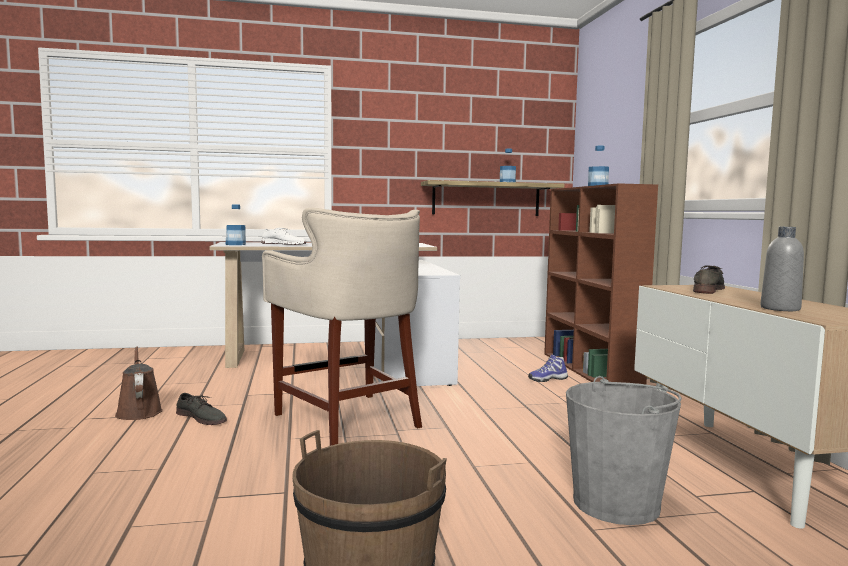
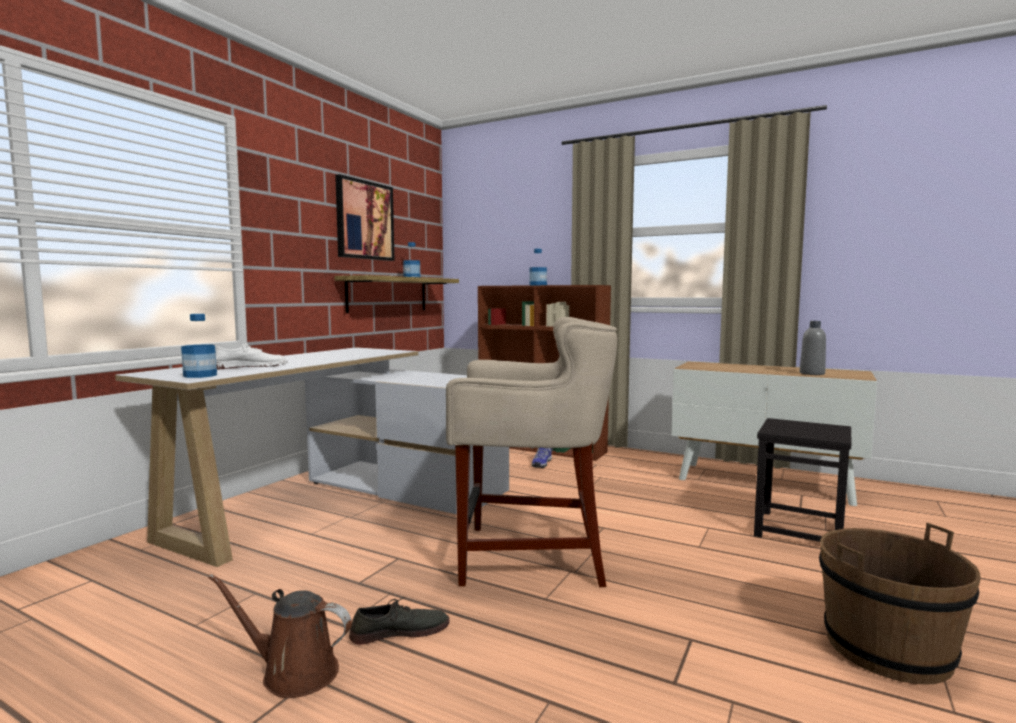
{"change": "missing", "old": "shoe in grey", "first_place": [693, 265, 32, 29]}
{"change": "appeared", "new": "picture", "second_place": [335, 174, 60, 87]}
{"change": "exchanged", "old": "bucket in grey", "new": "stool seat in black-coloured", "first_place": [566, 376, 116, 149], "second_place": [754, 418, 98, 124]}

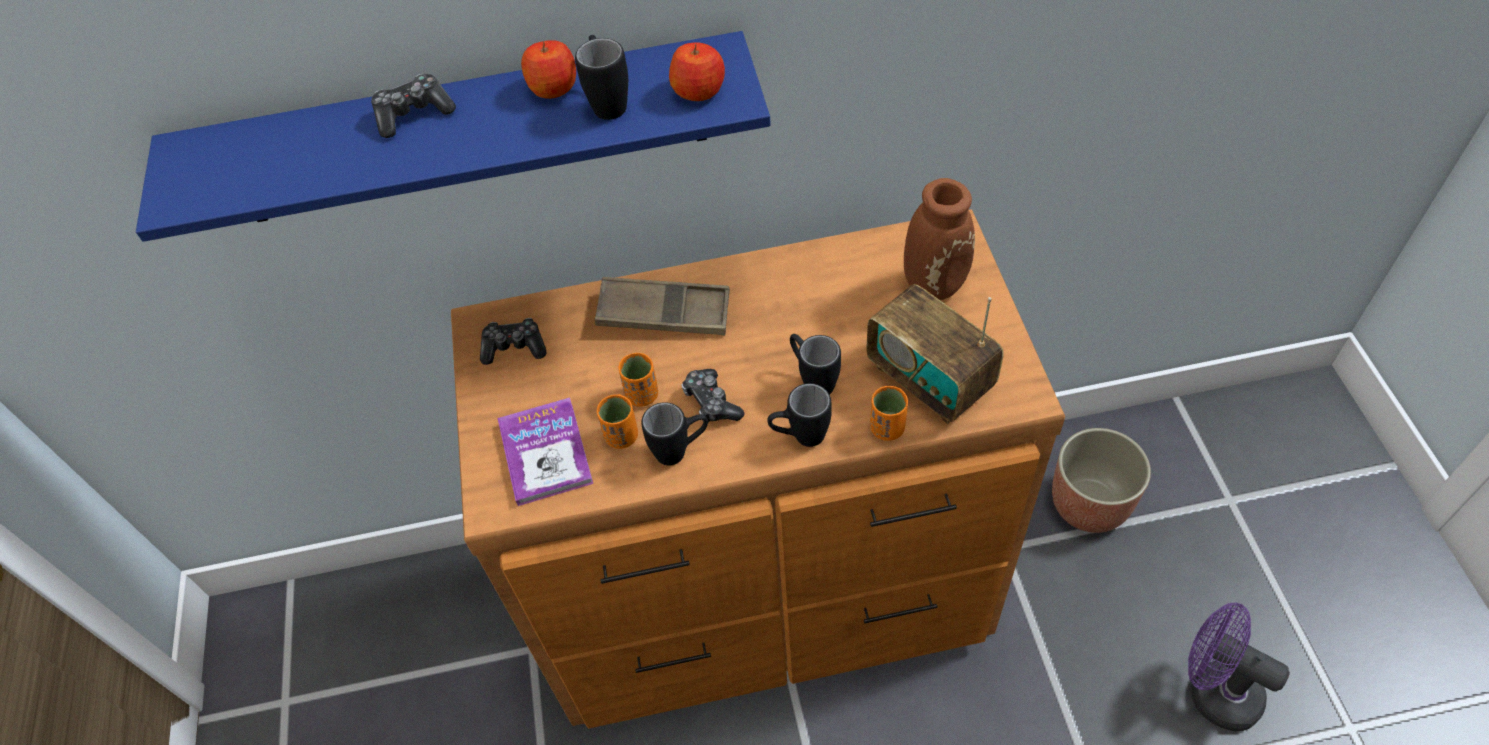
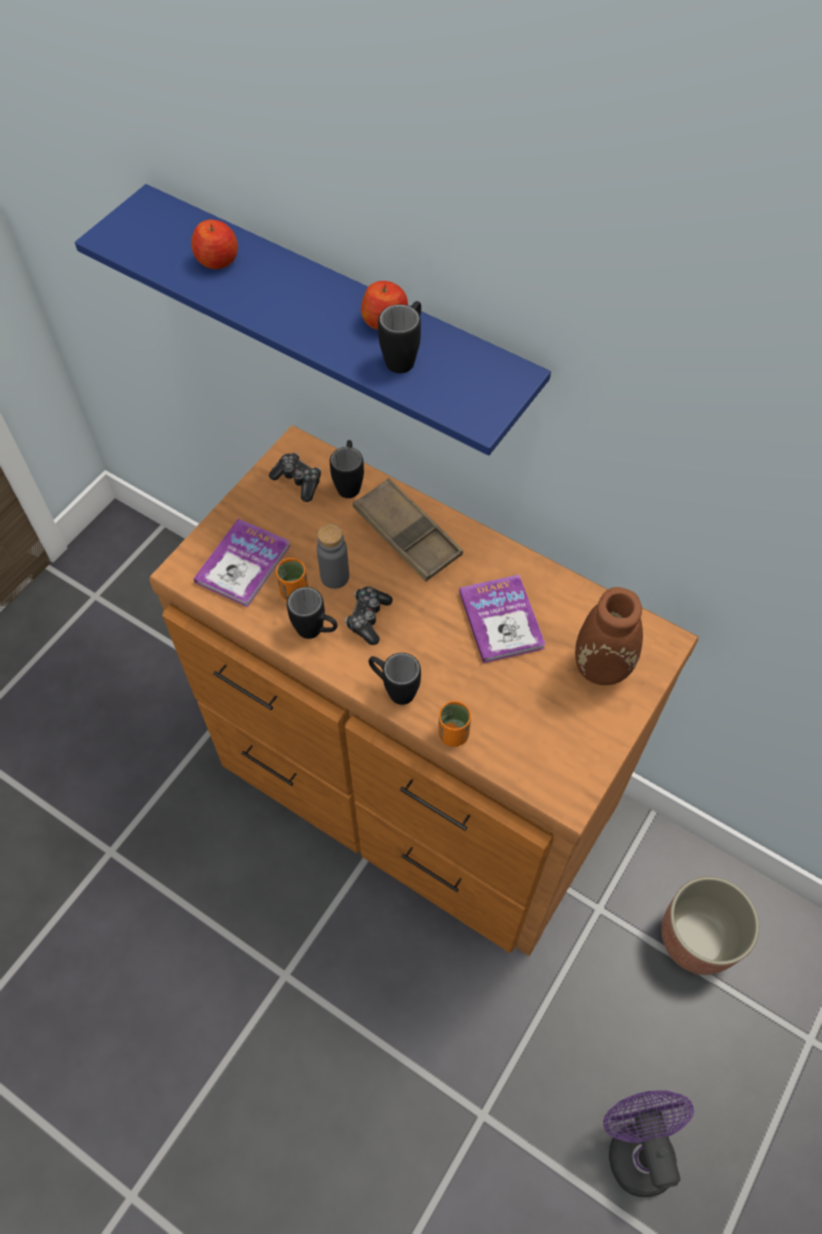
{"change": "missing", "old": "joypad", "first_place": [371, 74, 85, 64]}
{"change": "missing", "old": "radio set", "first_place": [866, 284, 138, 140]}
{"change": "appeared", "new": "bound book", "second_place": [459, 575, 87, 88]}
{"change": "relocated", "old": "whole apple", "first_place": [669, 42, 56, 59], "second_place": [191, 219, 47, 50]}
{"change": "relocated", "old": "mug in black-coloured", "first_place": [790, 334, 51, 61], "second_place": [330, 440, 34, 58]}
{"change": "exchanged", "old": "drinking cup in orange-coloured", "new": "bottle in grey", "first_place": [619, 353, 39, 54], "second_place": [317, 524, 32, 65]}

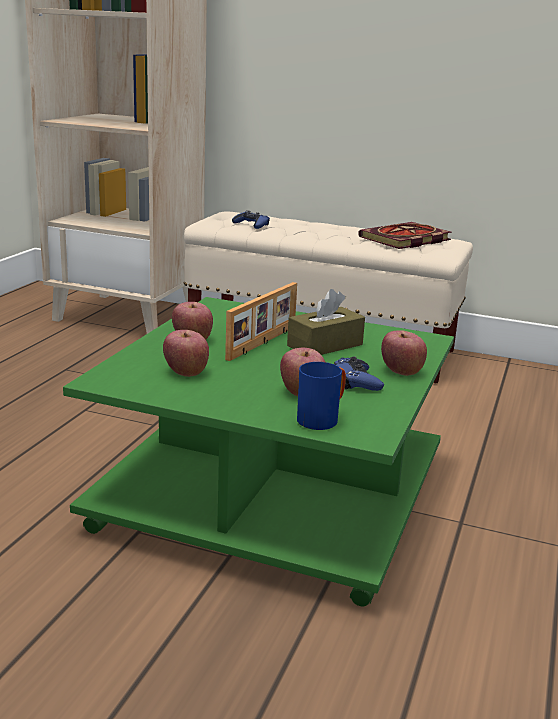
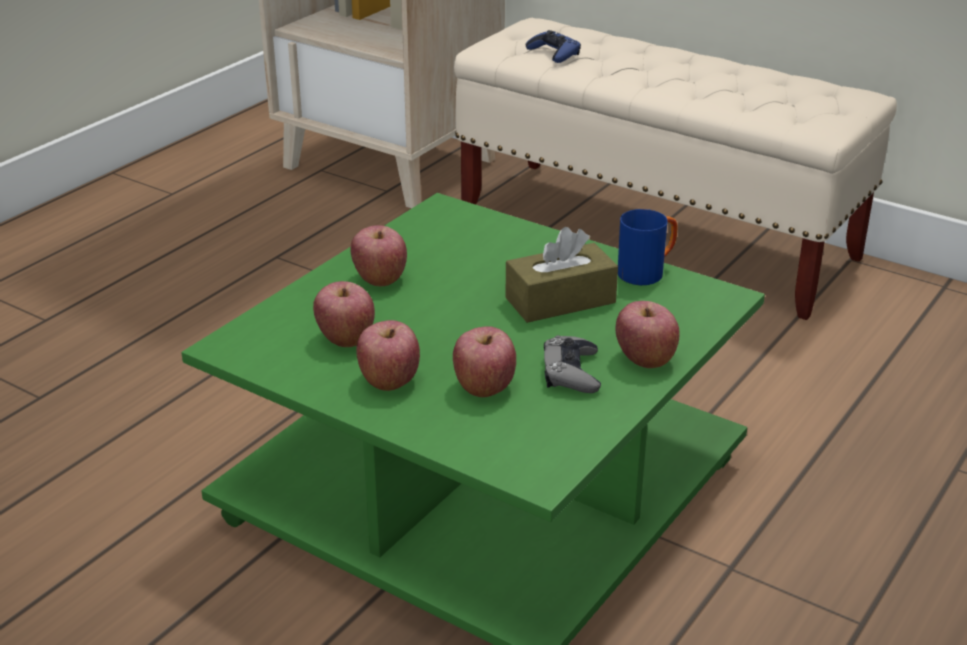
{"change": "missing", "old": "photo frame", "first_place": [225, 282, 72, 79]}
{"change": "missing", "old": "bound book", "first_place": [358, 222, 93, 27]}
{"change": "appeared", "new": "whole apple", "second_place": [356, 320, 64, 71]}
{"change": "relocated", "old": "mug in bluish", "first_place": [297, 362, 49, 68], "second_place": [618, 209, 60, 76]}
{"change": "colour", "old": "joypad in bluish", "new": "joypad in grey", "first_place": [334, 356, 50, 35], "second_place": [544, 335, 57, 58]}

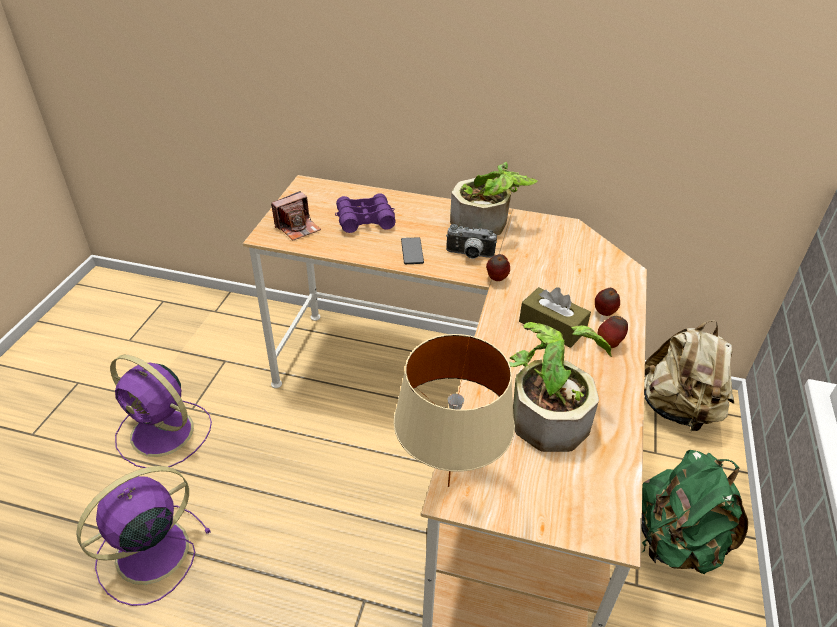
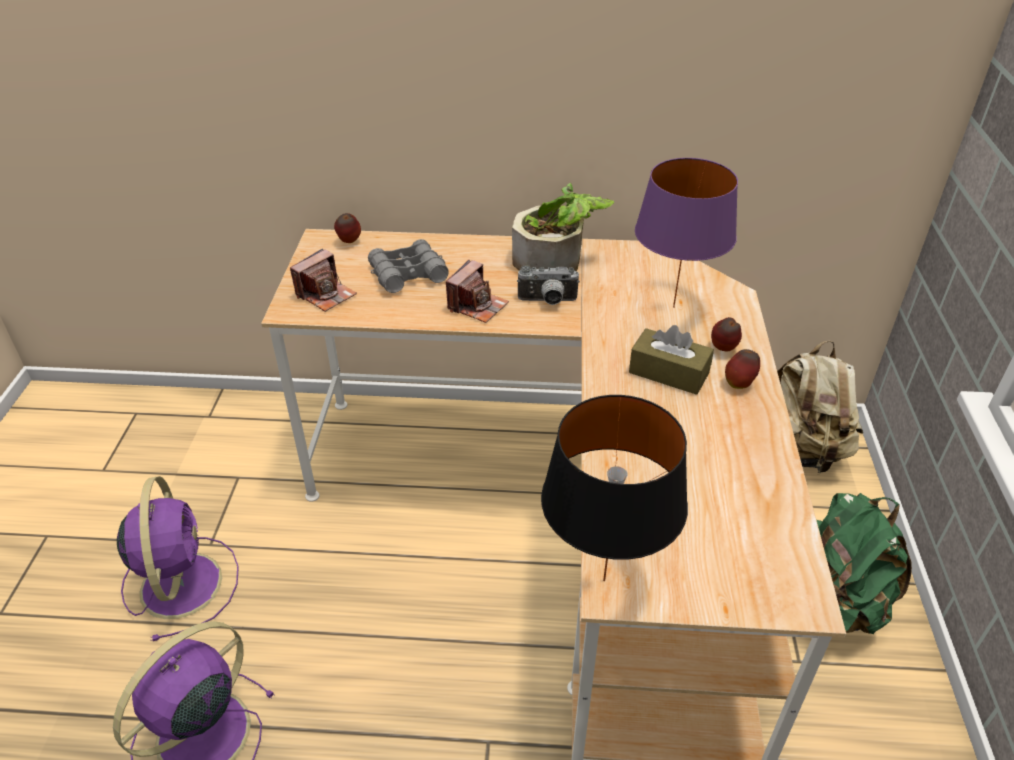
{"change": "missing", "old": "potted plant", "first_place": [509, 322, 103, 130]}
{"change": "appeared", "new": "tabletop lamp in purplish", "second_place": [635, 158, 103, 150]}
{"change": "relocated", "old": "whole apple", "first_place": [486, 254, 24, 27], "second_place": [334, 213, 27, 30]}
{"change": "exchanged", "old": "telephone", "new": "photo camera", "first_place": [401, 237, 23, 27], "second_place": [446, 260, 63, 63]}
{"change": "colour", "old": "binoculars in purplish", "new": "binoculars in grey", "first_place": [335, 193, 61, 40], "second_place": [368, 239, 81, 54]}
{"change": "colour", "old": "tabletop lamp in beige", "new": "tabletop lamp in black-coloured", "first_place": [394, 334, 121, 153], "second_place": [541, 395, 147, 186]}
{"change": "spun", "old": "fan in purplish", "first_place": [110, 355, 102, 113], "second_place": [117, 476, 122, 165], "degrees": -120}

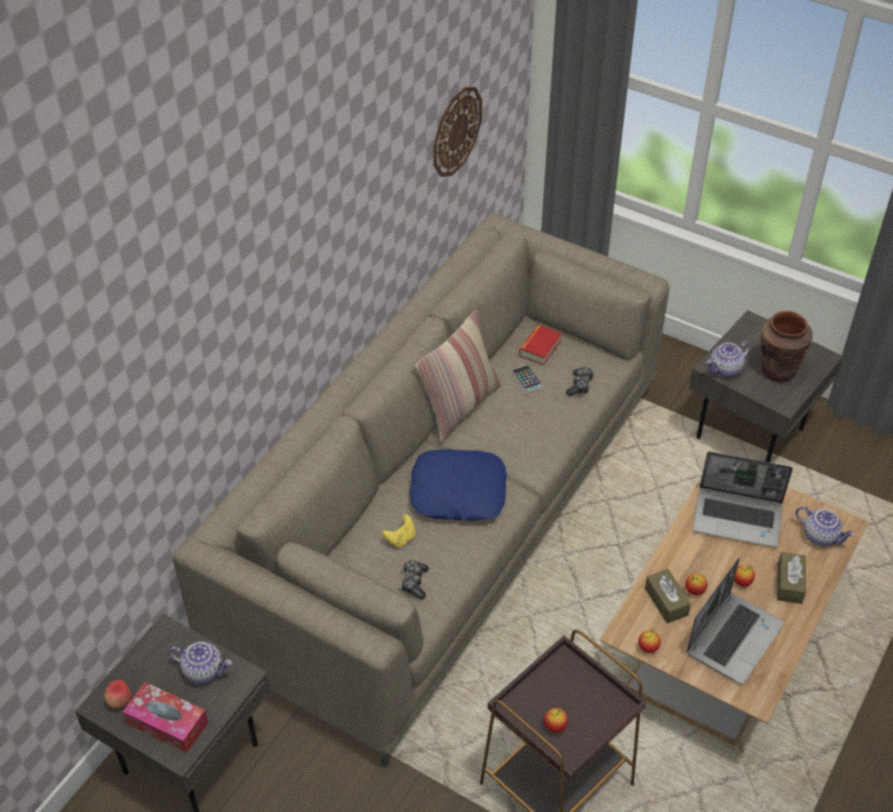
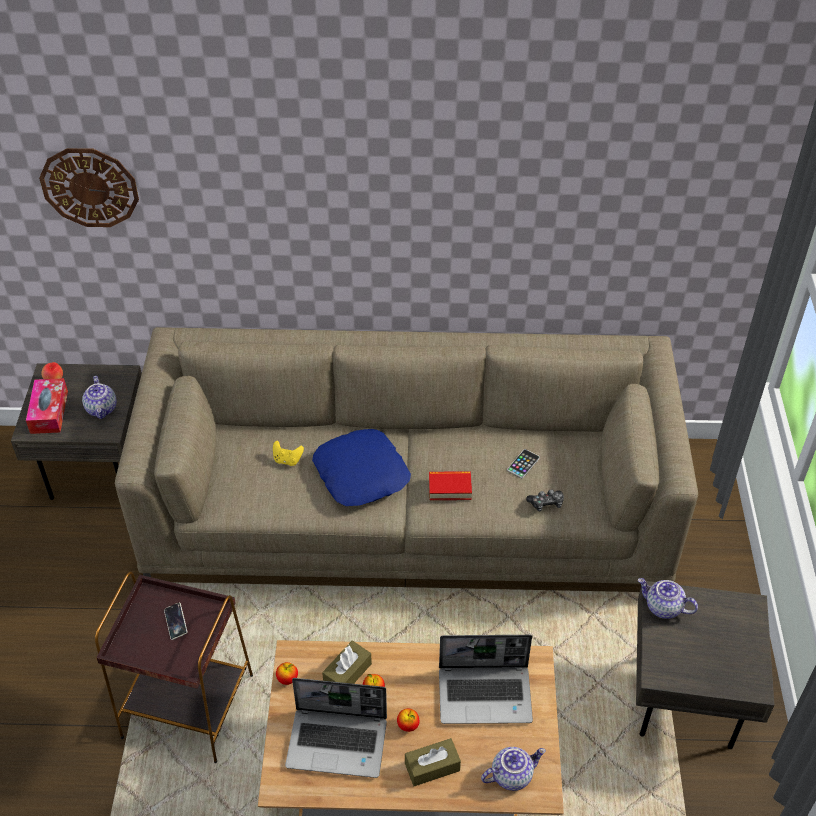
{"change": "missing", "old": "joypad", "first_place": [401, 560, 28, 39]}
{"change": "missing", "old": "pillow", "first_place": [415, 309, 86, 133]}
{"change": "missing", "old": "whole apple", "first_place": [544, 707, 24, 26]}
{"change": "missing", "old": "flower vase in brown", "first_place": [761, 311, 52, 71]}
{"change": "appeared", "new": "telephone", "second_place": [164, 603, 23, 37]}
{"change": "relocated", "old": "hanging clock", "first_place": [433, 87, 49, 90], "second_place": [39, 148, 100, 79]}
{"change": "relocated", "old": "bound book", "first_place": [519, 325, 43, 40], "second_place": [429, 471, 43, 29]}
{"change": "spun", "old": "laptop", "first_place": [693, 452, 100, 96], "second_place": [439, 635, 94, 89], "degrees": -75}
{"change": "spun", "old": "teapot", "first_place": [795, 506, 60, 41], "second_place": [481, 747, 65, 44], "degrees": -120}

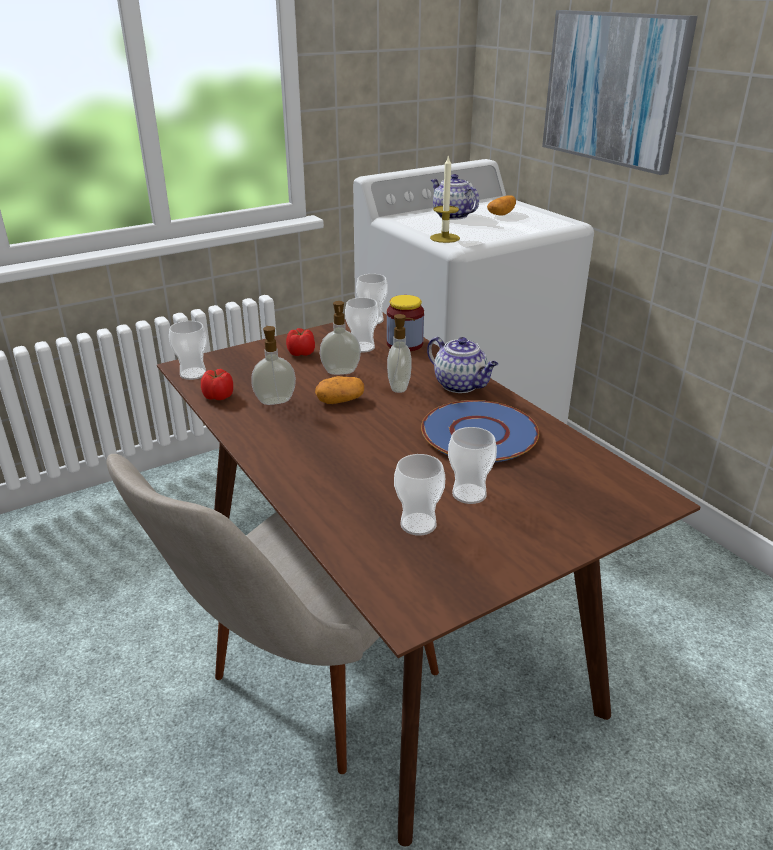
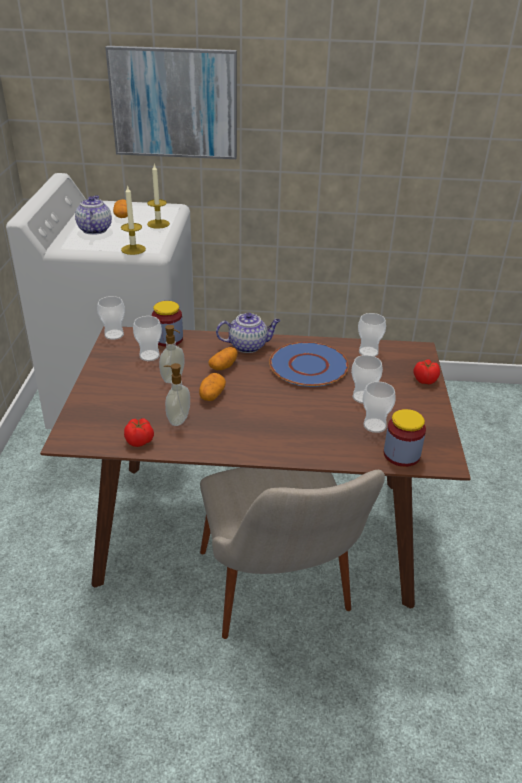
{"change": "appeared", "new": "wax candle", "second_place": [147, 164, 23, 65]}
{"change": "appeared", "new": "storage jar", "second_place": [384, 409, 42, 58]}
{"change": "relocated", "old": "drinking cup", "first_place": [169, 321, 38, 59], "second_place": [358, 313, 28, 44]}
{"change": "relocated", "old": "tomato", "first_place": [286, 328, 29, 28], "second_place": [414, 359, 26, 25]}
{"change": "exchanged", "old": "soap dispenser", "new": "potato", "first_place": [387, 314, 28, 79], "second_place": [208, 347, 30, 23]}
{"change": "spun", "old": "teapot", "first_place": [431, 174, 48, 46], "second_place": [75, 195, 37, 40], "degrees": 90}

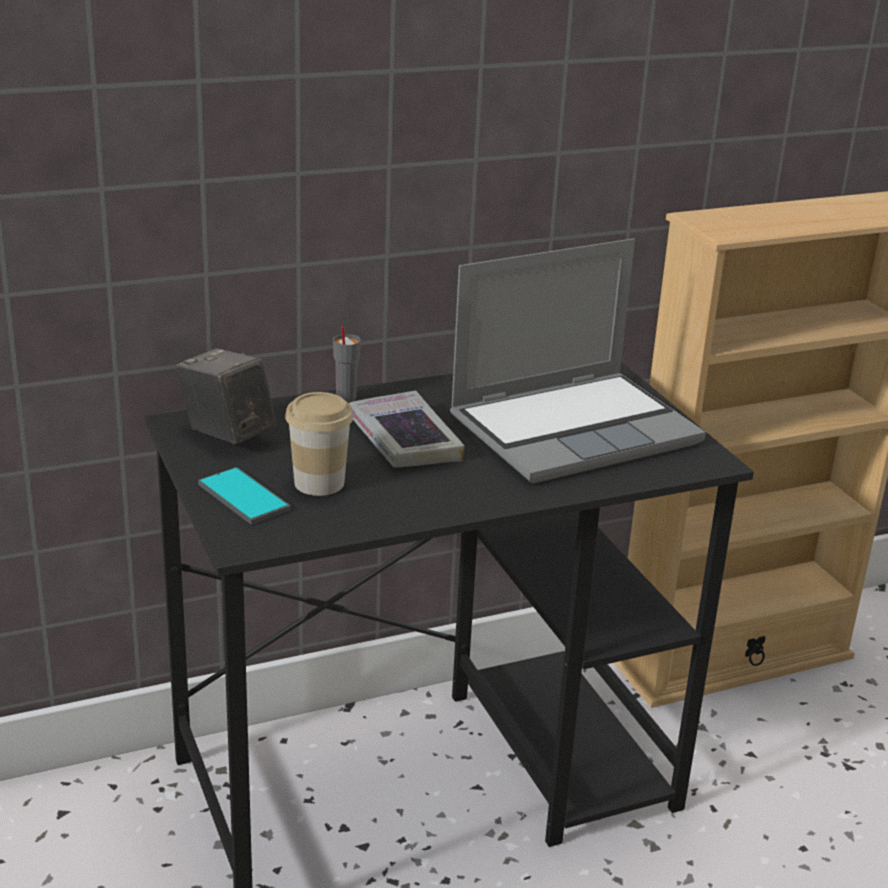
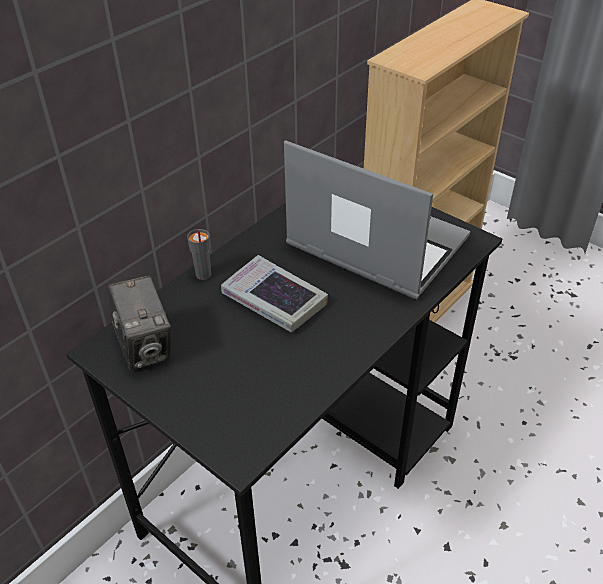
{"change": "missing", "old": "telephone", "first_place": [198, 467, 92, 57]}
{"change": "missing", "old": "drinking cup", "first_place": [285, 392, 69, 104]}
{"change": "spun", "old": "photo camera", "first_place": [176, 348, 101, 96], "second_place": [108, 275, 63, 96], "degrees": -135}
{"change": "spun", "old": "laptop", "first_place": [450, 238, 256, 245], "second_place": [284, 140, 186, 159], "degrees": -90}

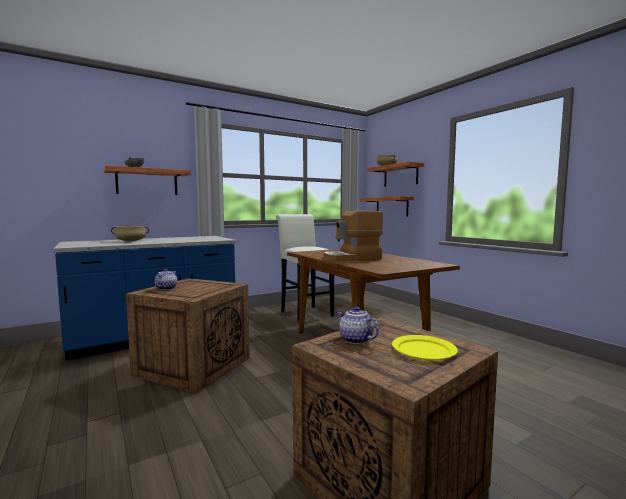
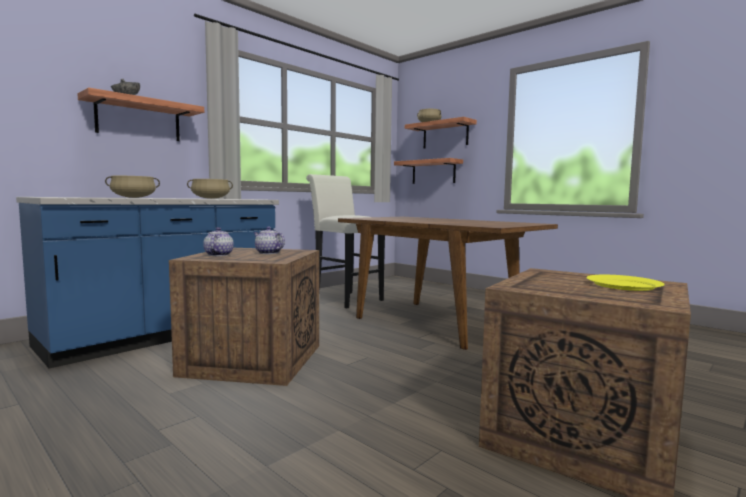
{"change": "missing", "old": "coffee maker", "first_place": [324, 211, 59, 51]}
{"change": "appeared", "new": "stockpot in beige", "second_place": [187, 179, 46, 20]}
{"change": "relocated", "old": "teapot", "first_place": [337, 307, 42, 37], "second_place": [254, 227, 31, 27]}

